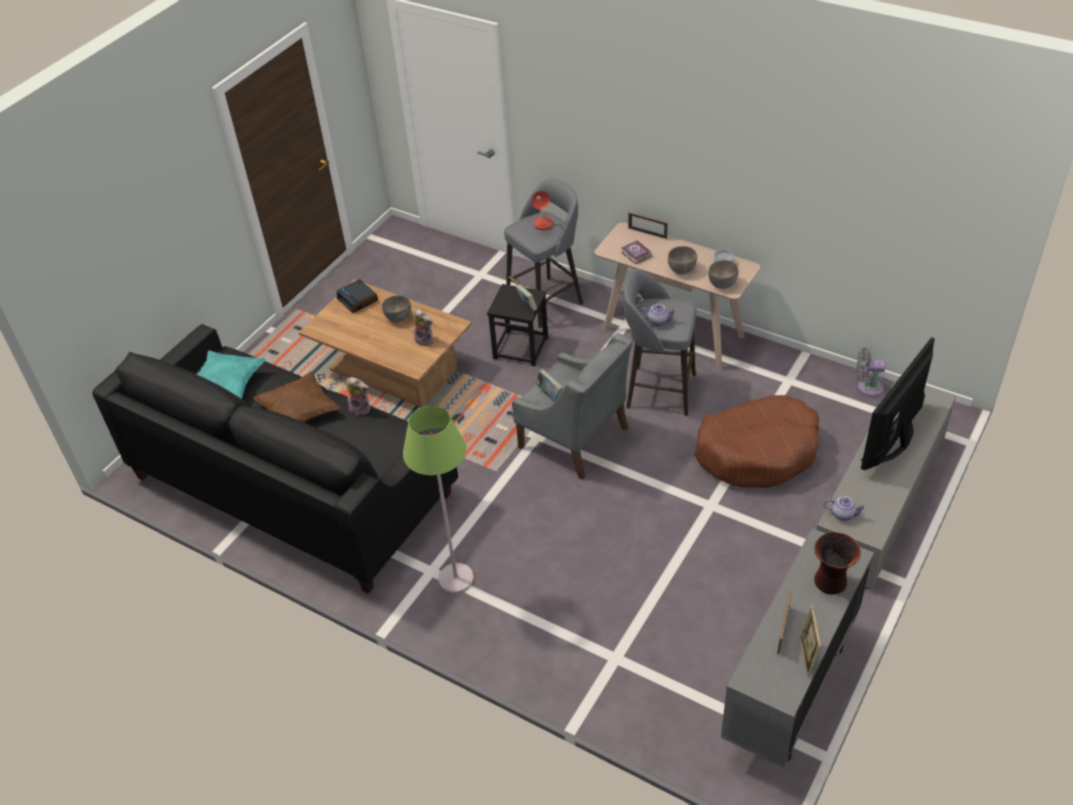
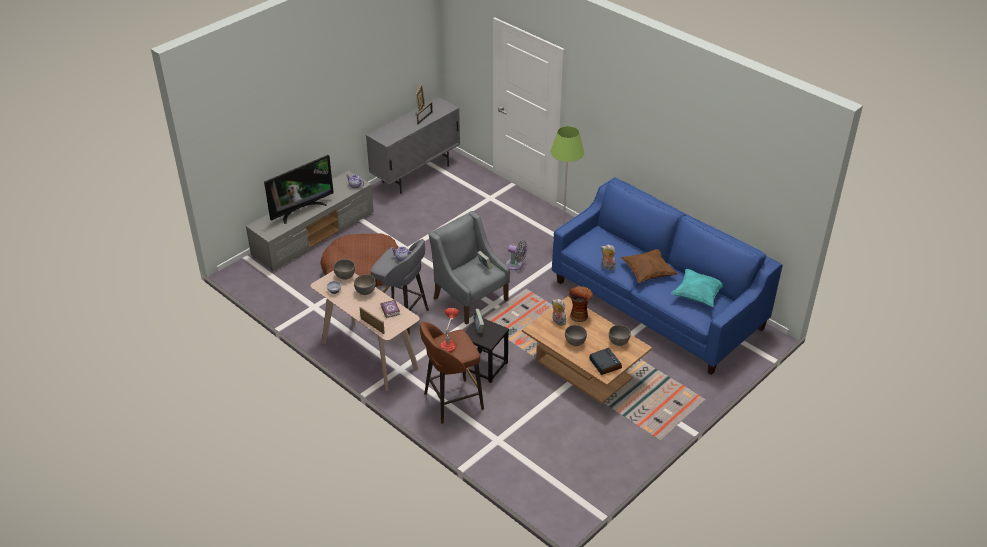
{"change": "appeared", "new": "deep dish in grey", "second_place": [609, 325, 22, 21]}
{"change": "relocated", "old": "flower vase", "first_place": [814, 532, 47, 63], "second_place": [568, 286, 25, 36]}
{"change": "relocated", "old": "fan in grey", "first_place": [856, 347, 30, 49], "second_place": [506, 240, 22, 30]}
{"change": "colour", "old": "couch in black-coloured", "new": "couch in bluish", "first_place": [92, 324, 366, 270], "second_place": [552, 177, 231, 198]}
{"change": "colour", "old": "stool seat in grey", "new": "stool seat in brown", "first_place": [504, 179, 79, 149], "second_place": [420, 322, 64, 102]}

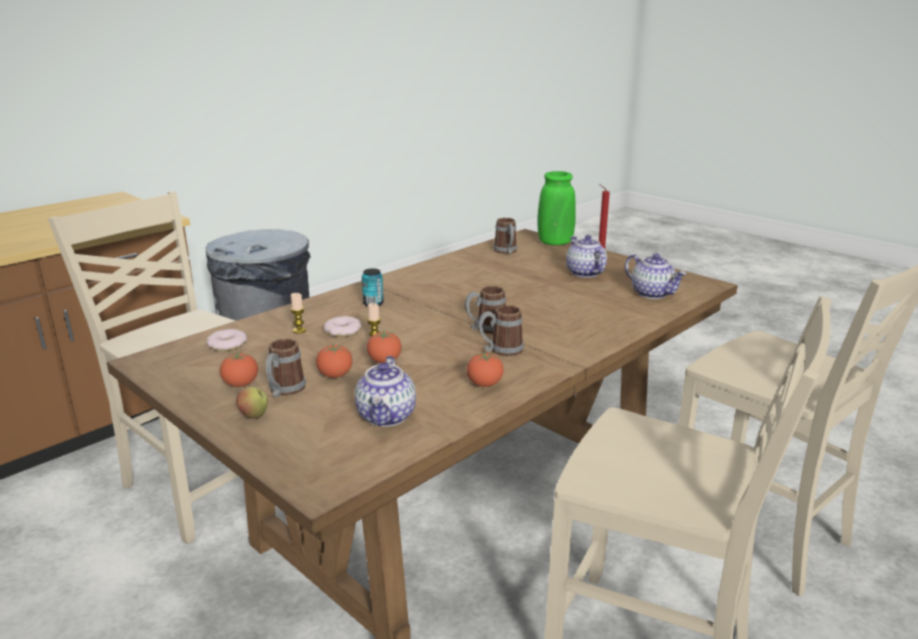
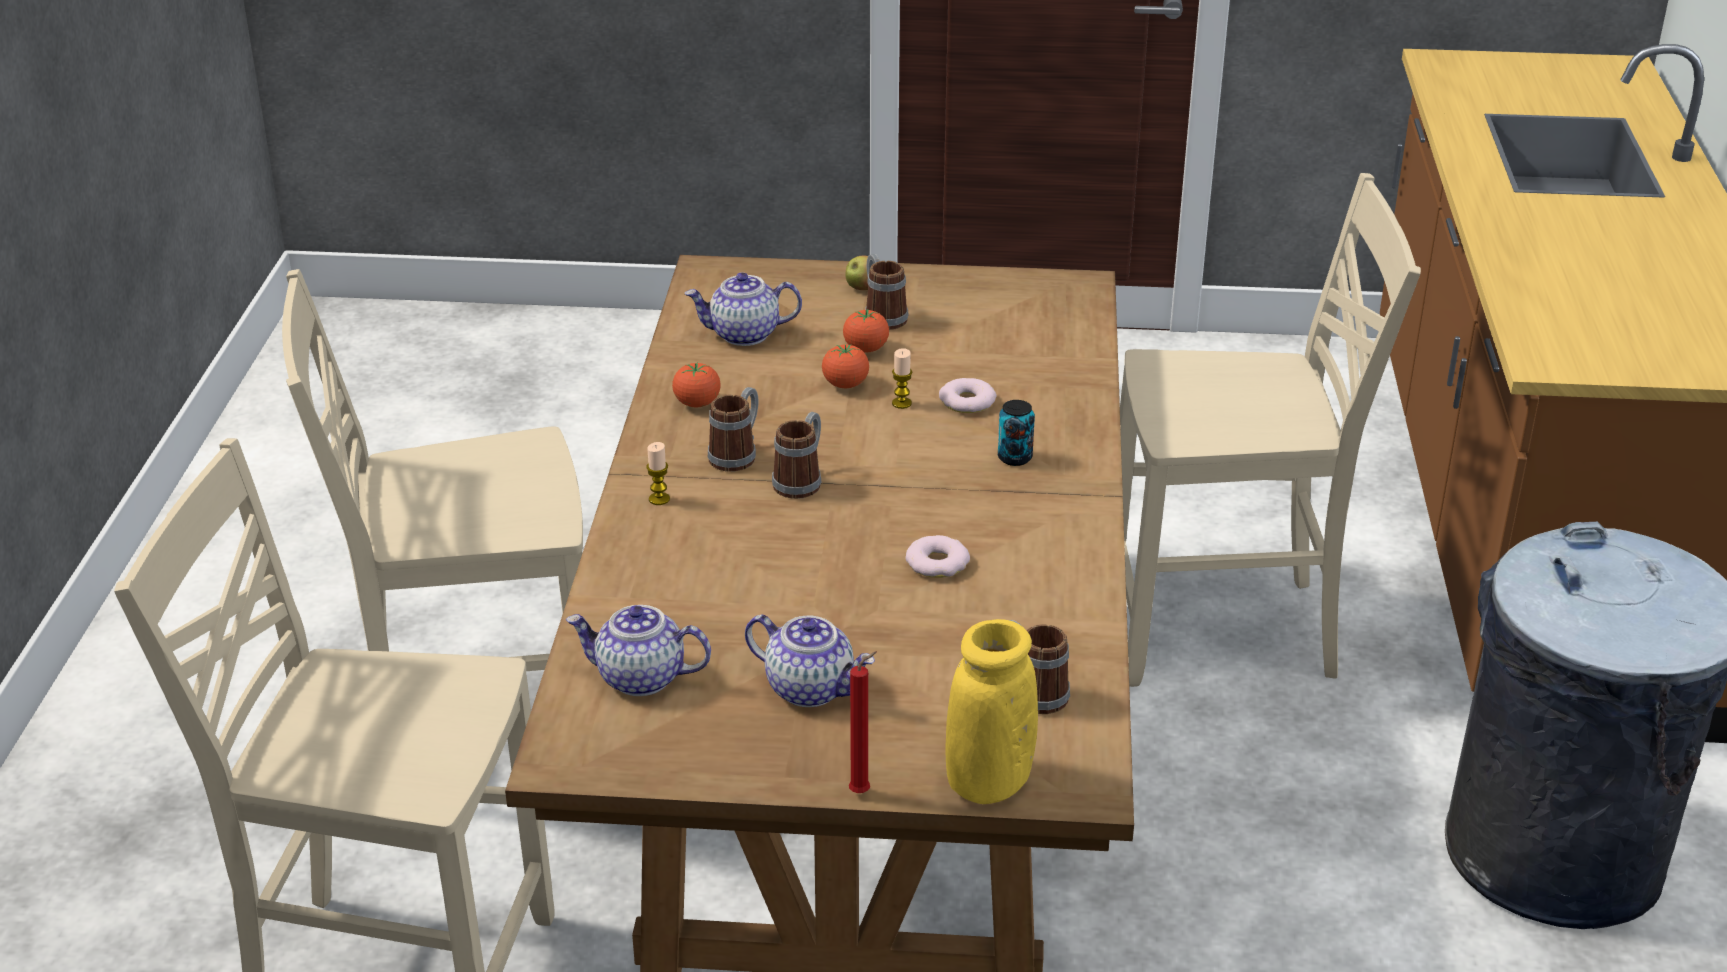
{"change": "missing", "old": "tomato", "first_place": [220, 352, 38, 35]}
{"change": "relocated", "old": "doughnut", "first_place": [207, 329, 40, 22], "second_place": [905, 535, 65, 43]}
{"change": "relocated", "old": "wax candle", "first_place": [291, 293, 15, 41], "second_place": [646, 442, 24, 63]}
{"change": "colour", "old": "flower vase in greenish", "new": "flower vase in yellow-coloured", "first_place": [537, 171, 39, 74], "second_place": [946, 619, 92, 185]}
{"change": "spun", "old": "teapot", "first_place": [355, 356, 61, 70], "second_place": [685, 272, 117, 74], "degrees": -60}

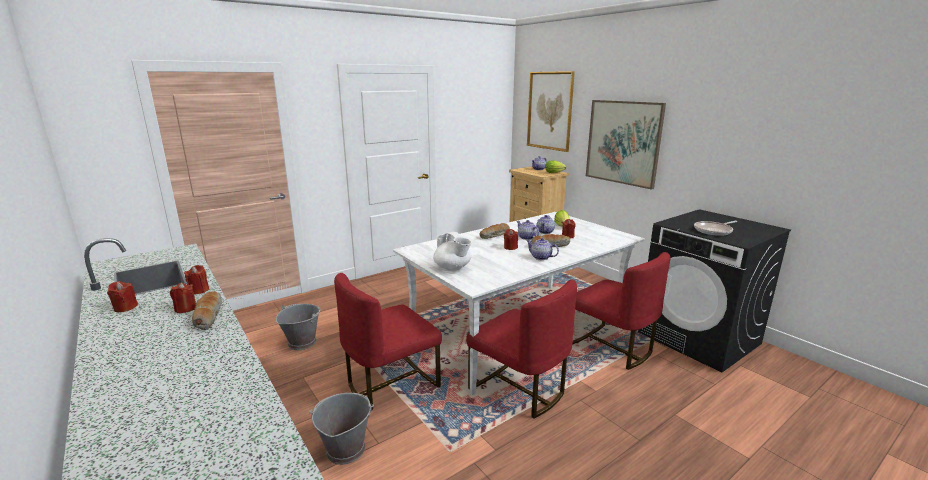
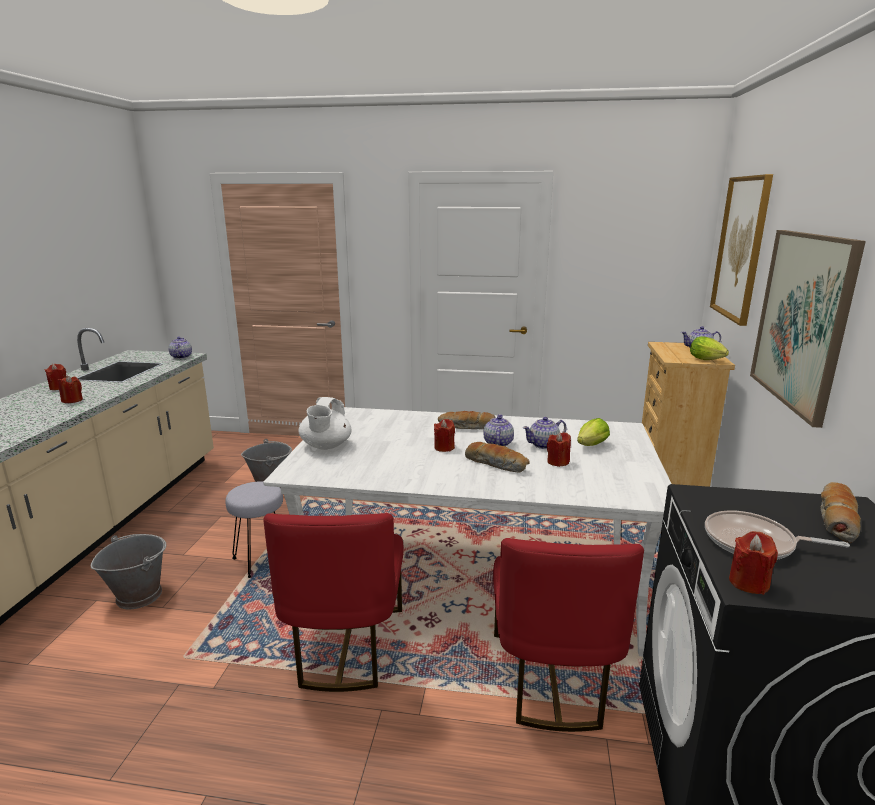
{"change": "relocated", "old": "wax candle in red", "first_place": [184, 265, 25, 30], "second_place": [729, 531, 49, 64]}
{"change": "relocated", "old": "bakery bread", "first_place": [192, 291, 30, 39], "second_place": [821, 482, 40, 61]}
{"change": "relocated", "old": "teapot", "first_place": [526, 238, 33, 22], "second_place": [169, 337, 23, 22]}
{"change": "exchanged", "old": "chair in red", "new": "stool seat in grey", "first_place": [334, 273, 108, 137], "second_place": [226, 481, 57, 97]}

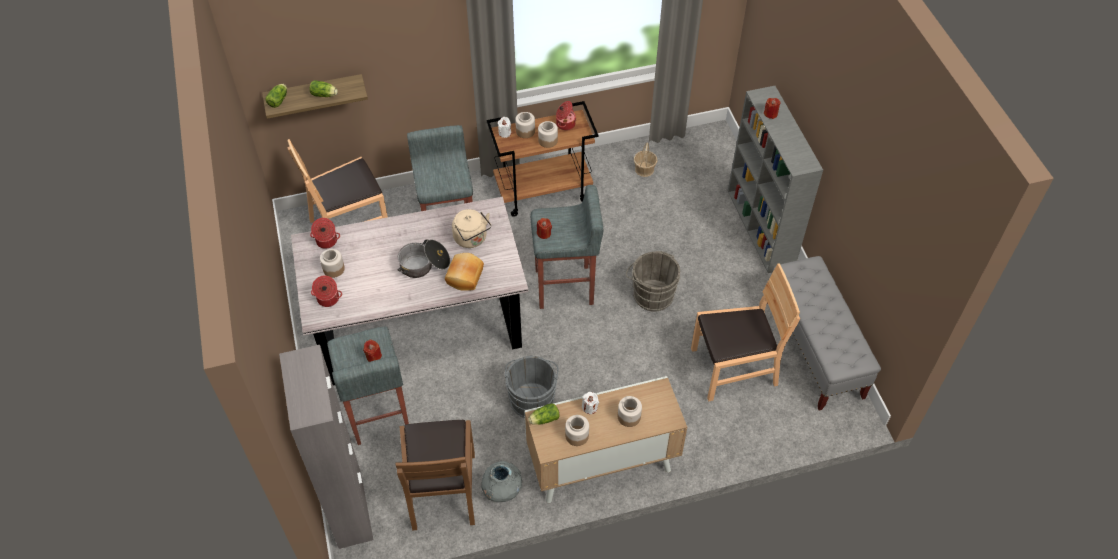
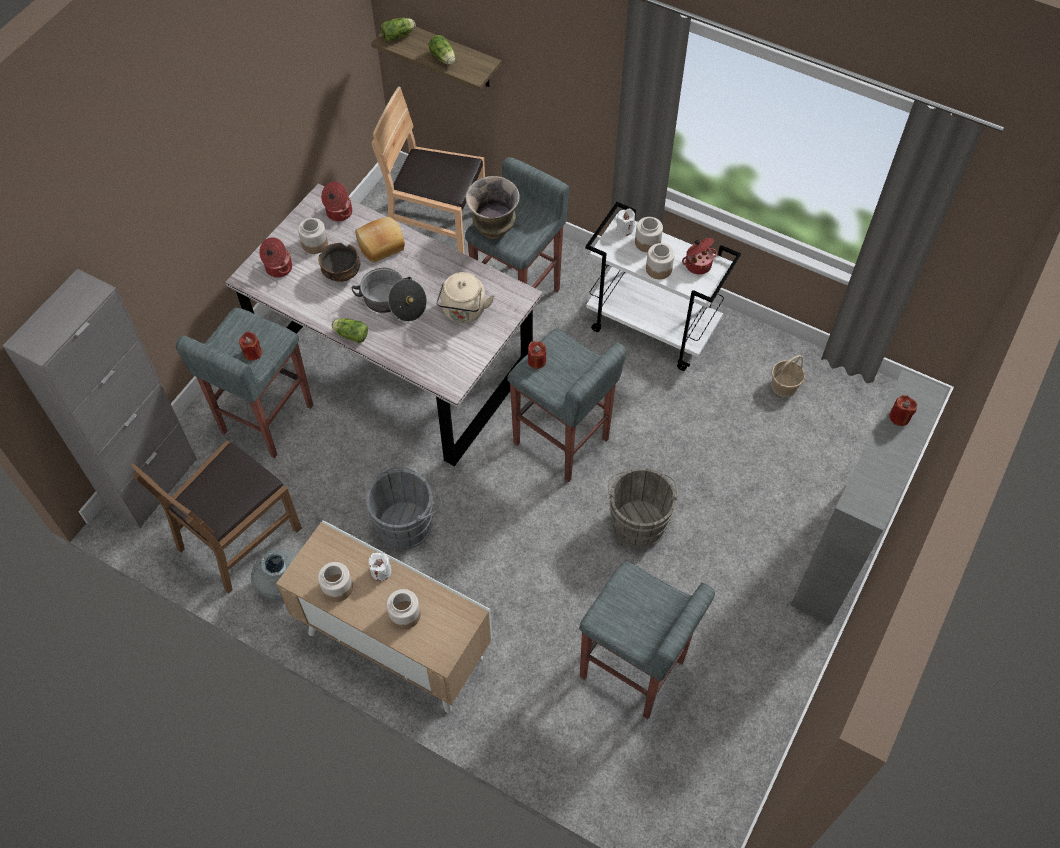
{"change": "missing", "old": "long seat in grey", "first_place": [767, 256, 114, 155]}
{"change": "appeared", "new": "deep dish", "second_place": [318, 243, 42, 39]}
{"change": "appeared", "new": "flower vase", "second_place": [466, 176, 54, 63]}
{"change": "relocated", "old": "bakery bread", "first_place": [445, 253, 39, 38], "second_place": [356, 217, 49, 46]}
{"change": "relocated", "old": "lettuce", "first_place": [528, 404, 31, 21], "second_place": [331, 318, 37, 25]}
{"change": "exchanged", "old": "chair in brown", "new": "stool seat in grey", "first_place": [691, 263, 109, 139], "second_place": [579, 561, 136, 158]}
{"change": "colour", "old": "trolley in brown", "new": "trolley in white-coloured", "first_place": [487, 101, 111, 116], "second_place": [585, 202, 156, 169]}

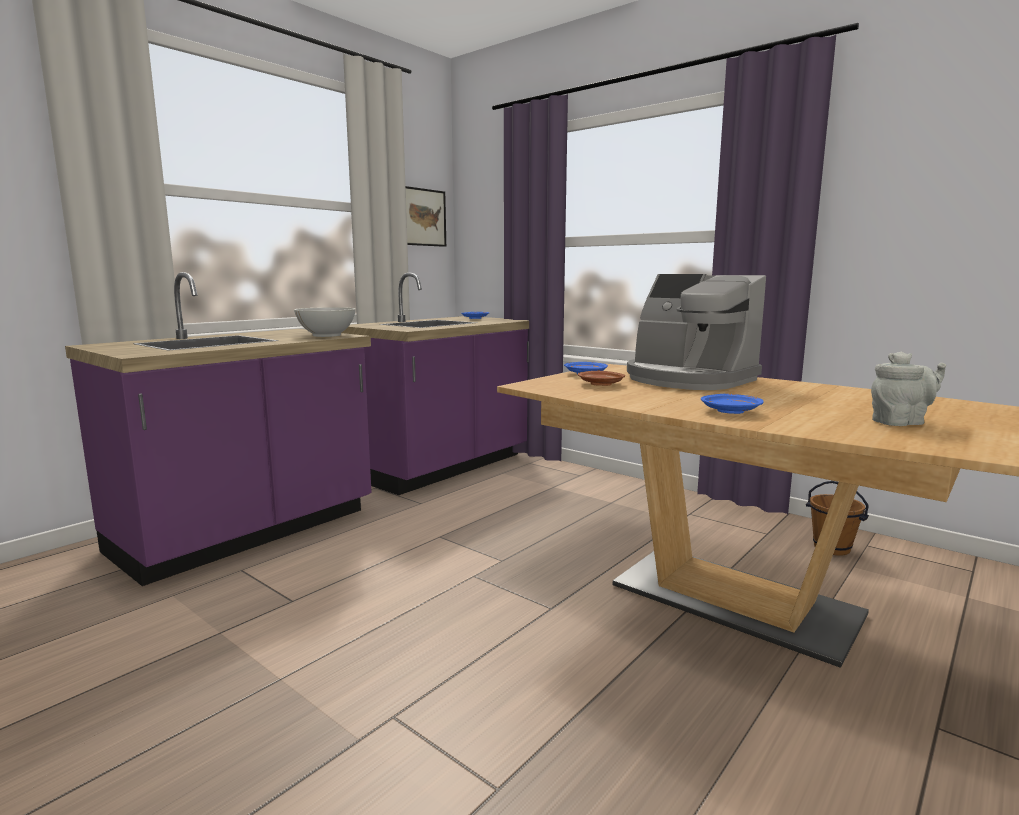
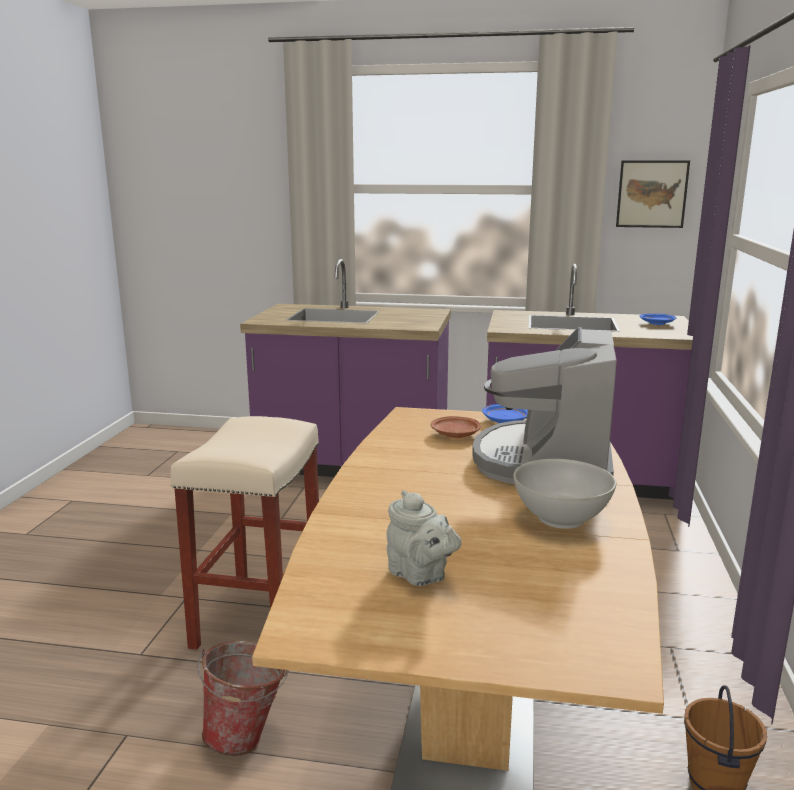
{"change": "missing", "old": "flat dish in bluish", "first_place": [701, 394, 63, 20]}
{"change": "appeared", "new": "stool seat in beige", "second_place": [170, 416, 149, 234]}
{"change": "appeared", "new": "bucket", "second_place": [197, 641, 92, 115]}
{"change": "relocated", "old": "deep dish in white-coloured", "first_place": [294, 307, 62, 30], "second_place": [513, 459, 103, 70]}

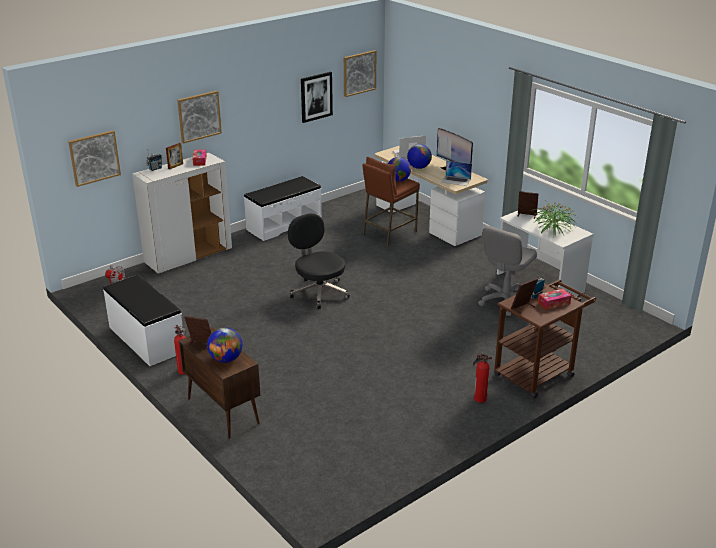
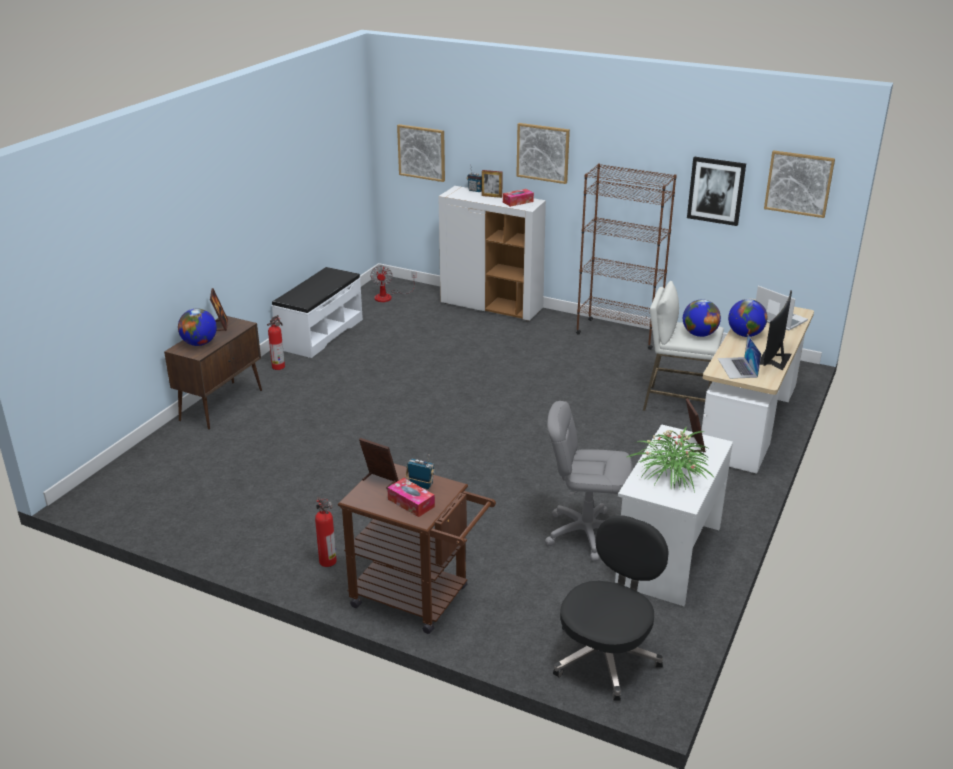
{"change": "relocated", "old": "desk chair in black-coloured", "first_place": [288, 213, 62, 96], "second_place": [553, 516, 116, 185]}
{"change": "exchanged", "old": "long seat in white-coloured", "new": "bookcase in brown", "first_place": [244, 176, 78, 65], "second_place": [576, 163, 101, 187]}
{"change": "colour", "old": "stool seat in brown", "new": "stool seat in white-coloured", "first_place": [362, 157, 58, 89], "second_place": [643, 281, 81, 130]}

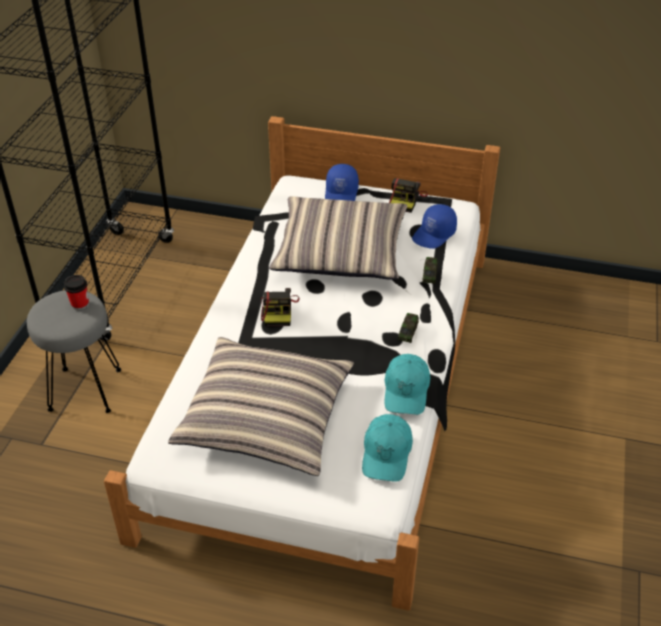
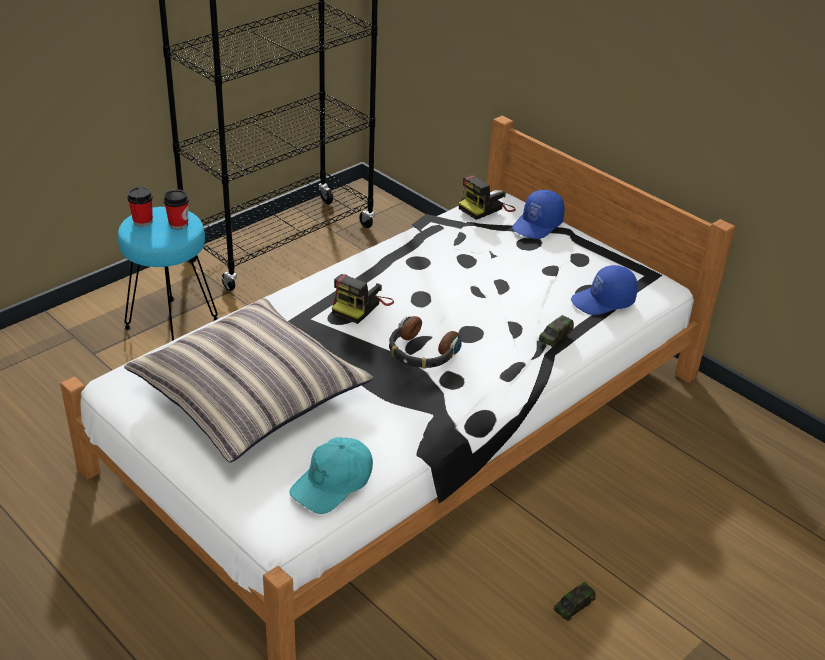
{"change": "missing", "old": "pillow", "first_place": [269, 196, 138, 84]}
{"change": "missing", "old": "cap in blue-green", "first_place": [384, 354, 46, 61]}
{"change": "appeared", "new": "drinking cup", "second_place": [127, 187, 26, 40]}
{"change": "appeared", "new": "headphones", "second_place": [389, 316, 73, 53]}
{"change": "relocated", "old": "photo camera", "first_place": [389, 178, 39, 35], "second_place": [459, 175, 57, 45]}
{"change": "relocated", "old": "miniature car", "first_place": [398, 313, 21, 30], "second_place": [554, 582, 42, 39]}
{"change": "colour", "old": "stool seat in grey", "new": "stool seat in blue-green", "first_place": [27, 290, 94, 123], "second_place": [118, 207, 100, 134]}

